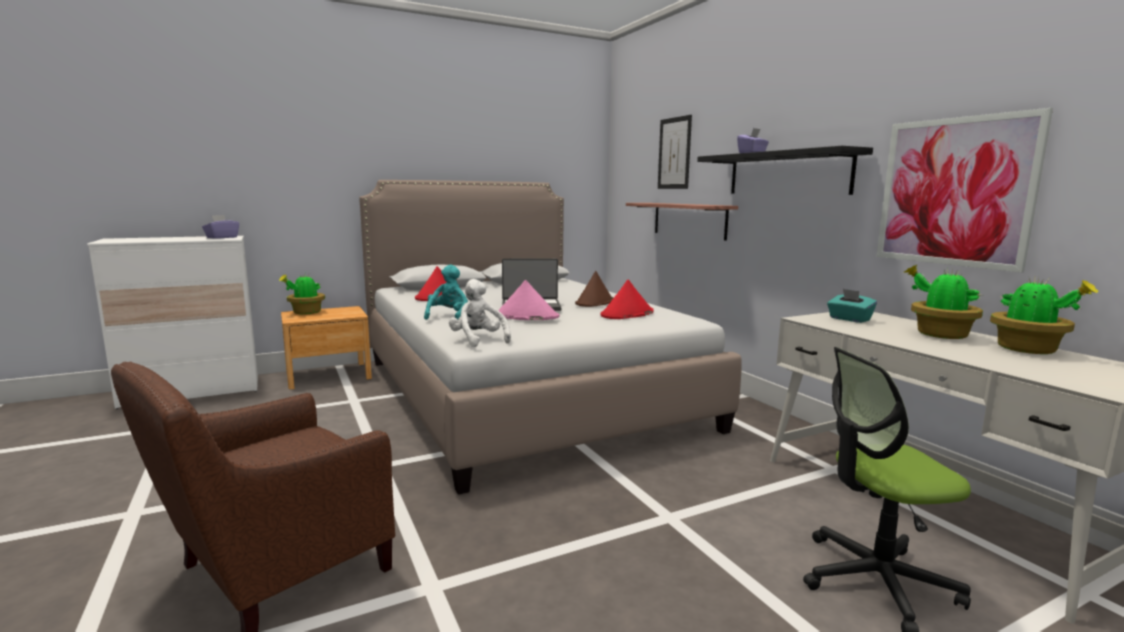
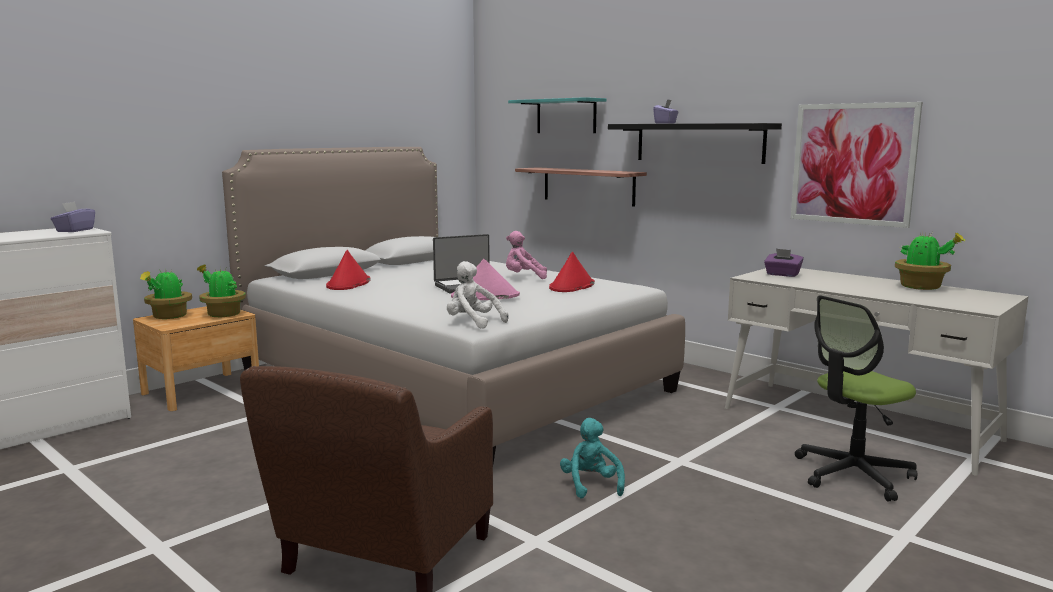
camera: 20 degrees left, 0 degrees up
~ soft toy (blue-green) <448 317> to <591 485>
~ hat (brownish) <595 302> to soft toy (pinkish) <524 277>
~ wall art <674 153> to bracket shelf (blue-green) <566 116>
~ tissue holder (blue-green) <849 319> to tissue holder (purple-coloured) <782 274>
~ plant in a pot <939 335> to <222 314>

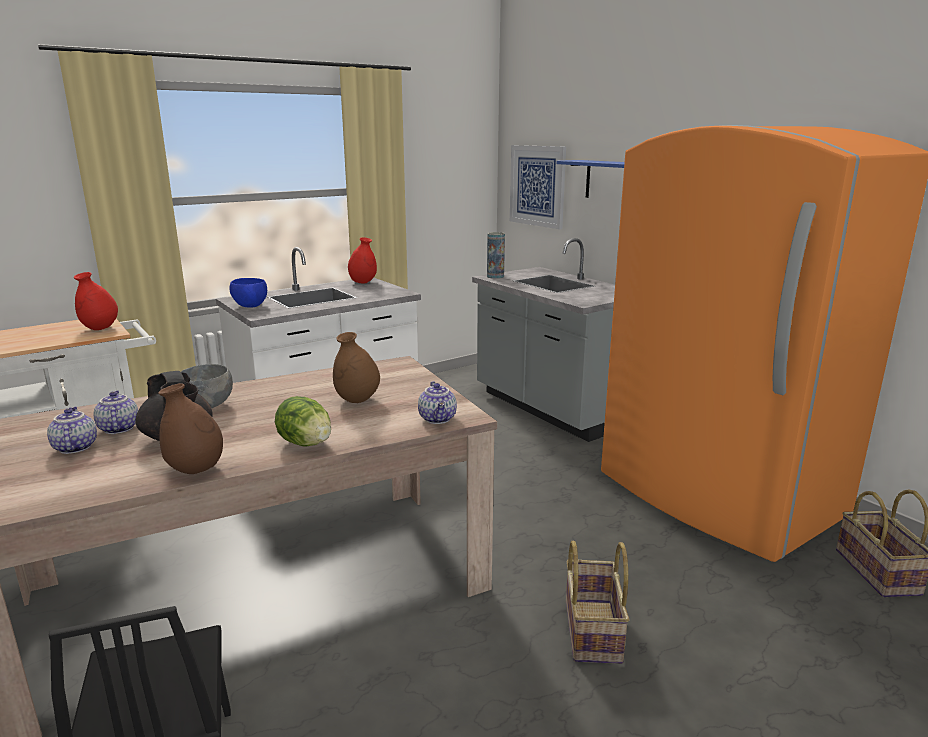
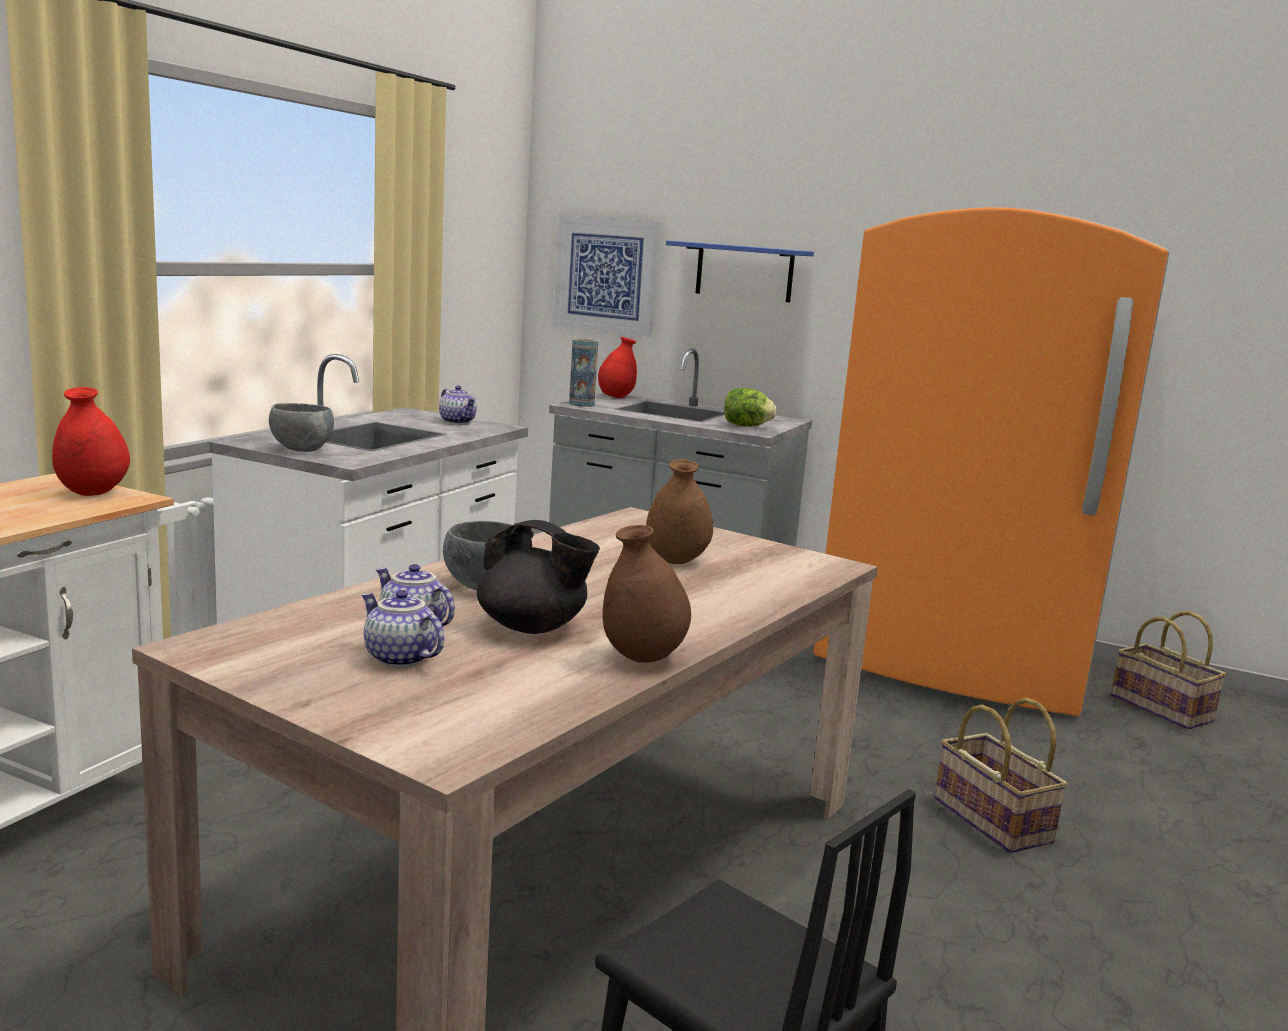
camera: 30 degrees left, 5 degrees down
~ bowl (blue) <250 306> to bowl (greyish) <301 450>
~ lettuce <306 443> to <746 426>
~ decorative vase (red) <363 282> to <616 397>
~ pot for tea <438 419> to <458 422>

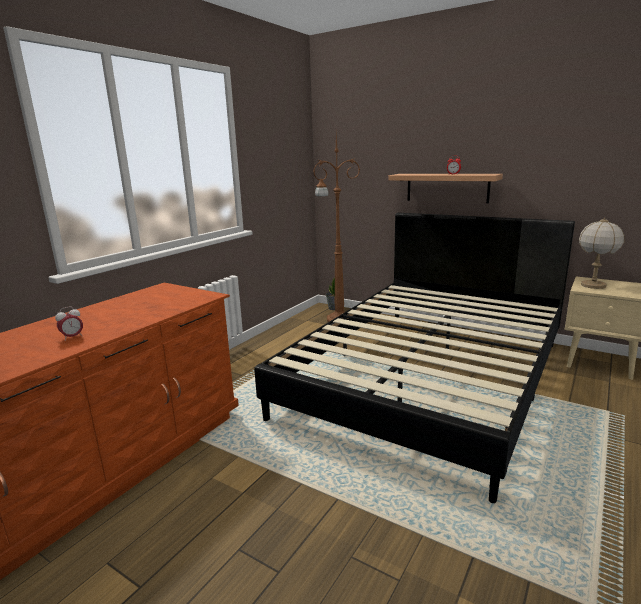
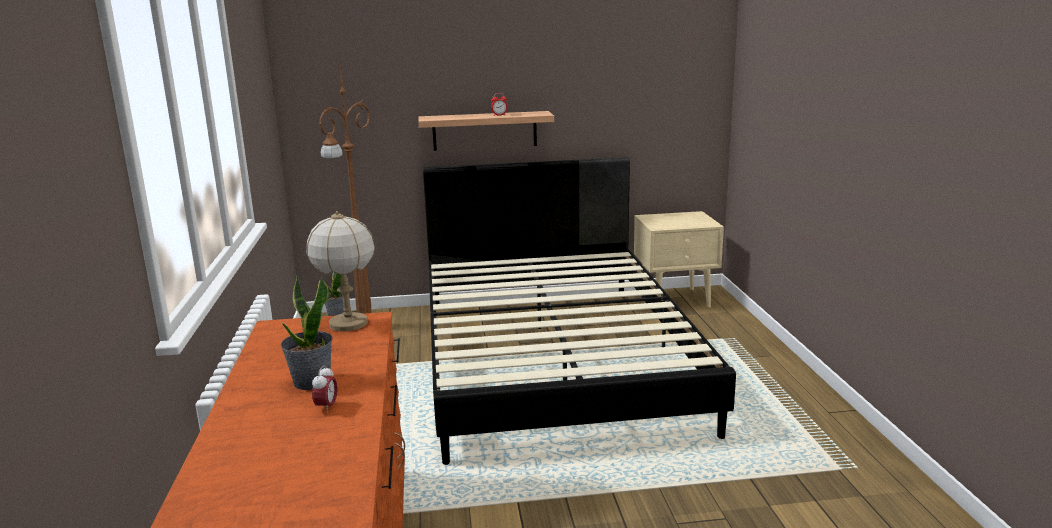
camera: 40 degrees left, 0 degrees up
~ tabletop lamp <593 285> to <348 324>
+ plant in a pot <311 382>

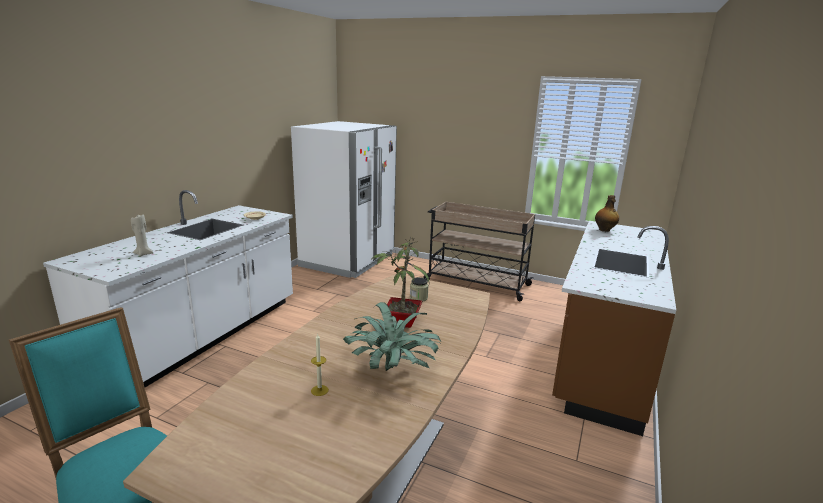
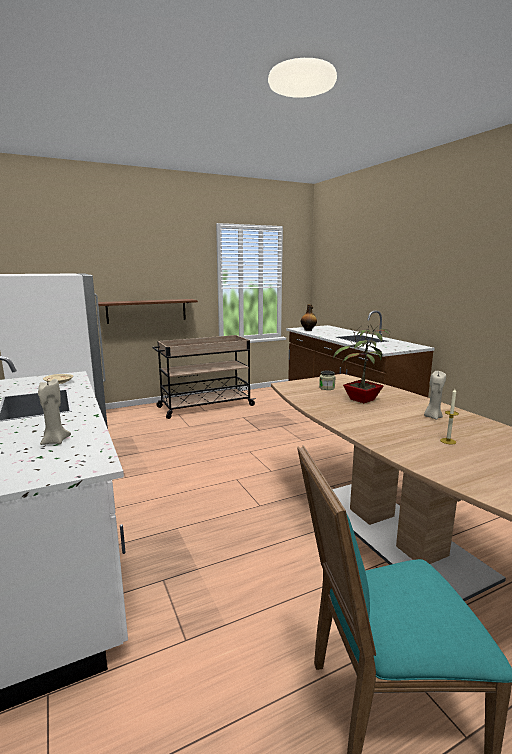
camera: 50 degrees left, 5 degrees down
~ plant in a pot <392 370> to wax candle (beige-coloured) <432 417>
+ bracket shelf (brownish) <147 311>

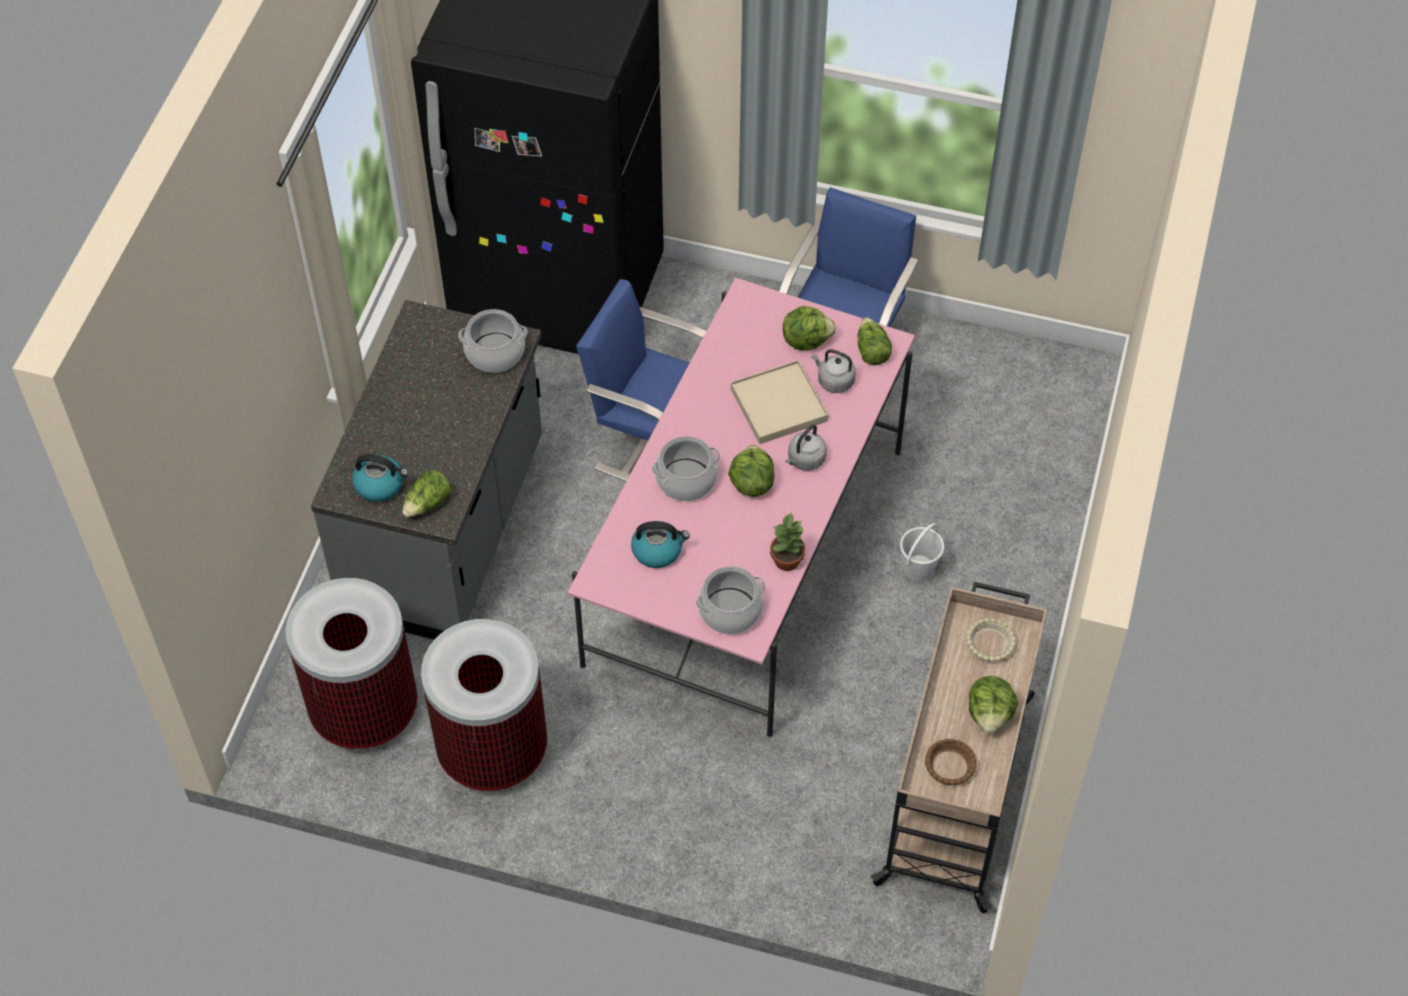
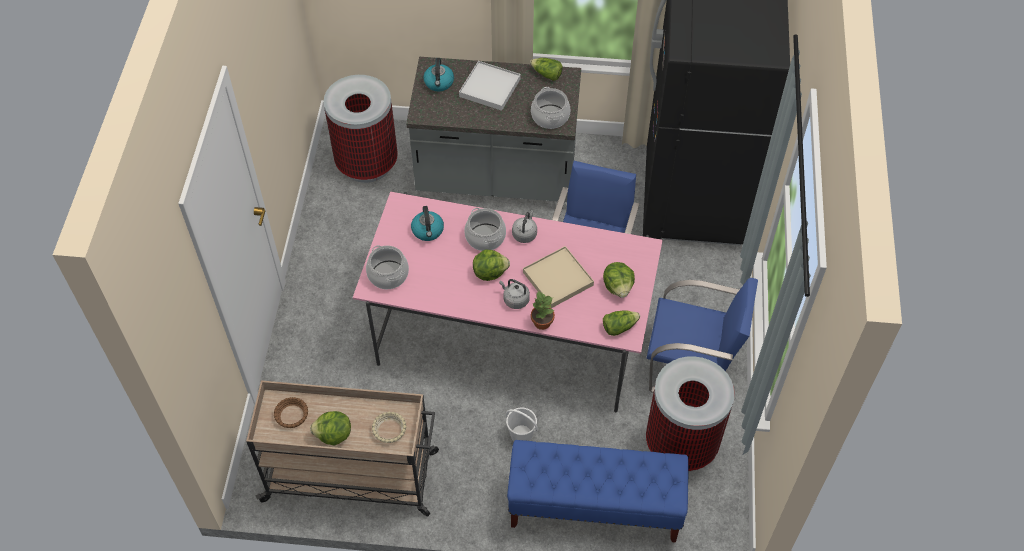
camera: 80 degrees right, 0 degrees up
~ lettuce <428 503> to <546 74>
~ trash can <492 752> to <680 443>
~ plant in a pot <786 561> to <541 322>
~ kettle (greyish) <833 381> to <525 234>
+ carrying tray (white-coloured) <489 88>
+ indoor bench (blue) <594 507>

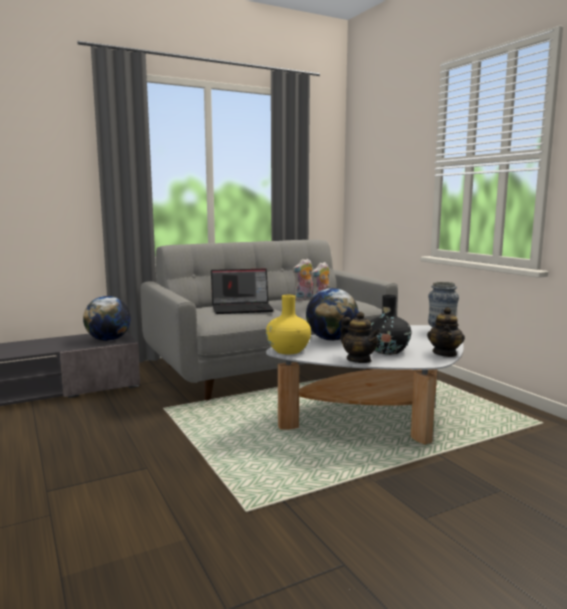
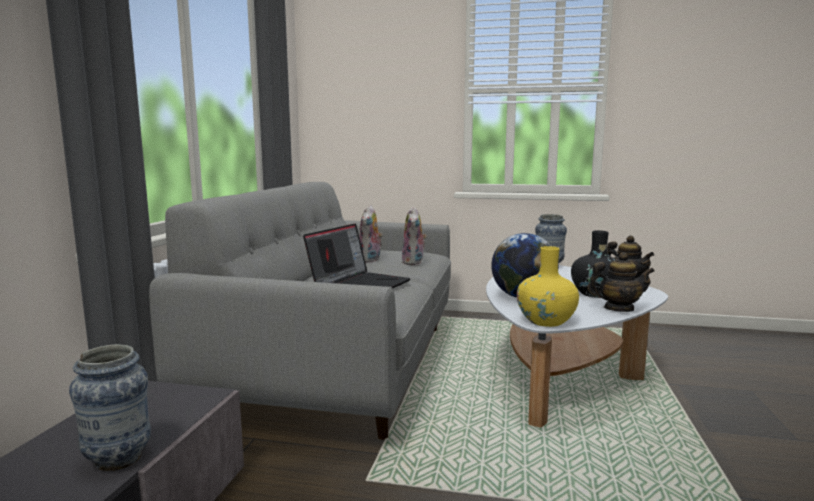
camera: 50 degrees left, 0 degrees up
- world globe <108 340>
+ decorative vase <118 459>

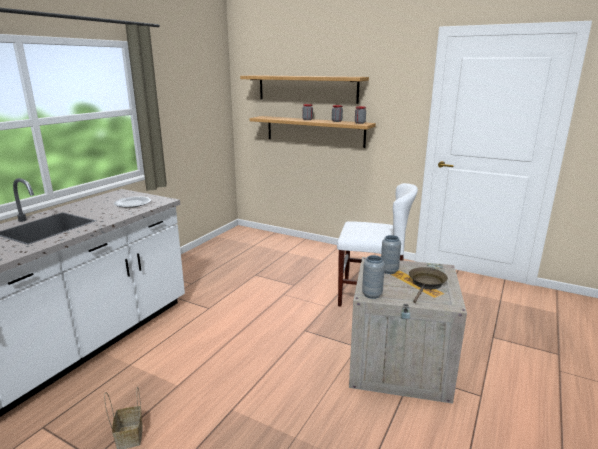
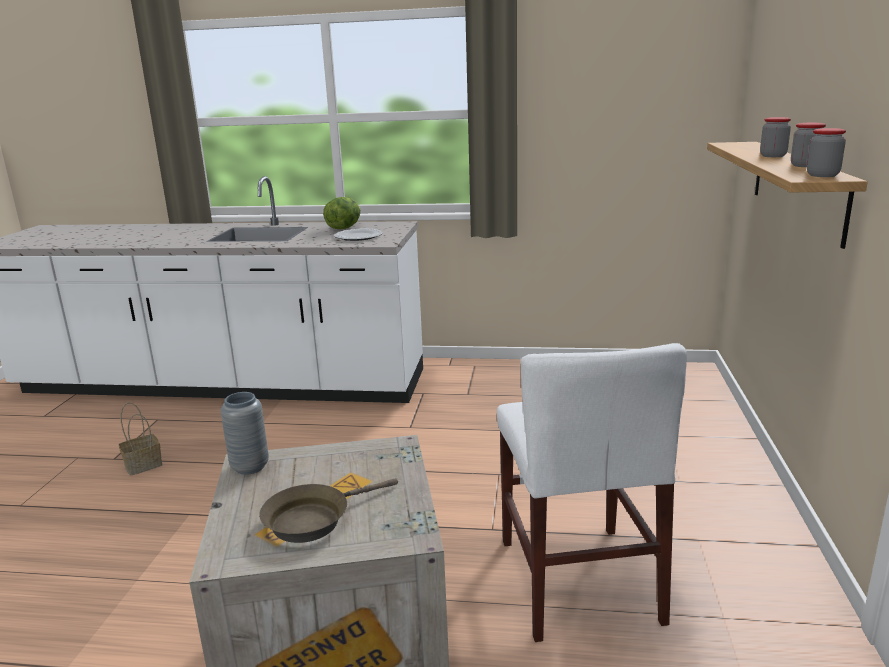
camera: 70 degrees right, 0 degrees up
- bracket shelf <307 88>
- decorative vase (greyish) <389 271>
~ pan (brownish) <426 284> = <313 519> 135 degrees clockwise
+ lettuce <344 228>

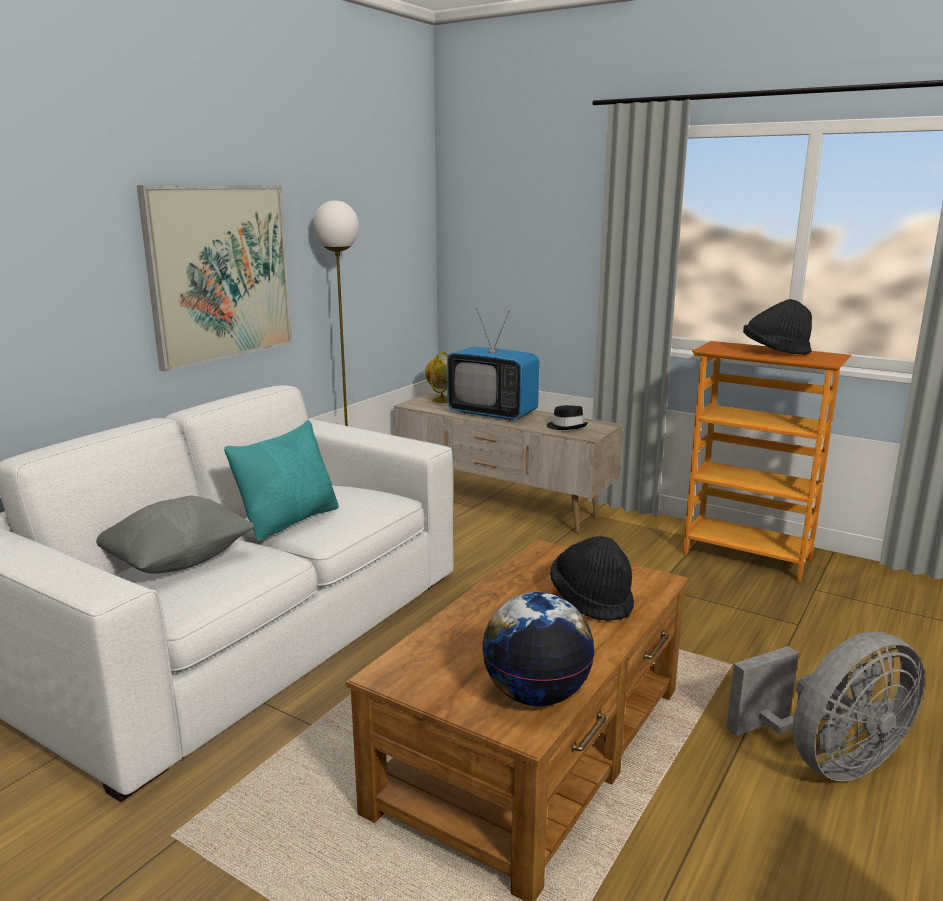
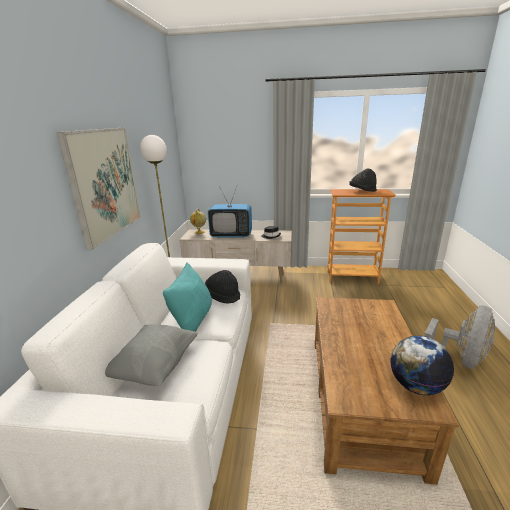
camera: 25 degrees left, 5 degrees up
~ hat (black-coloured) <592 600> to <222 296>

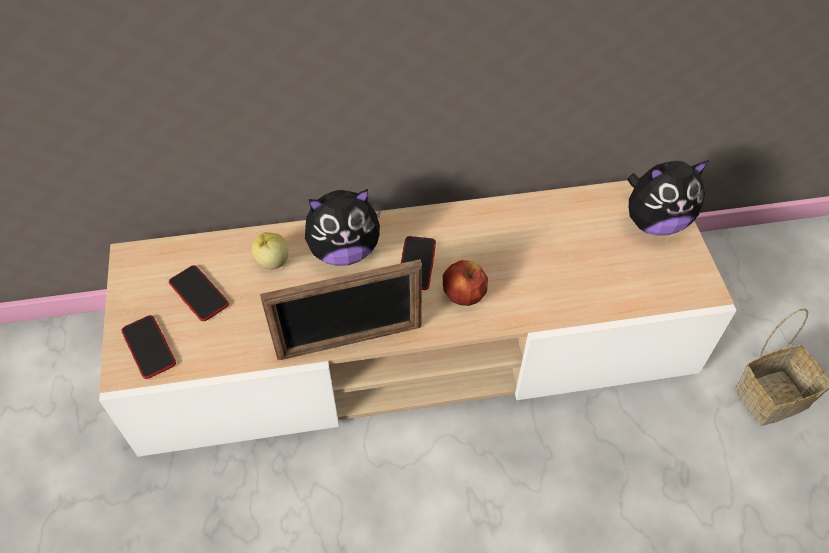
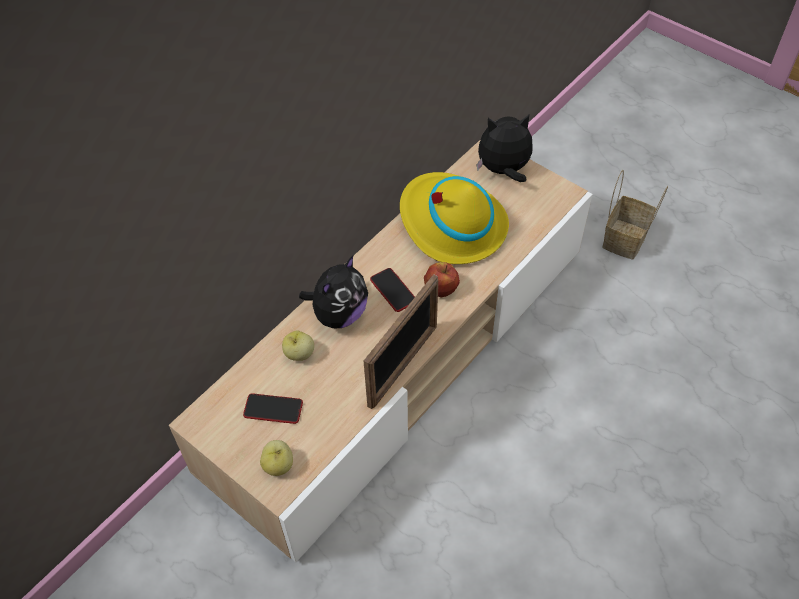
camera: 40 degrees left, 0 degrees up
~ handset <149 347> to apple fruit <279 465>
~ soft toy <654 222> = <503 170> 135 degrees counterclockwise
+ hat (yellowish) <451 224>

